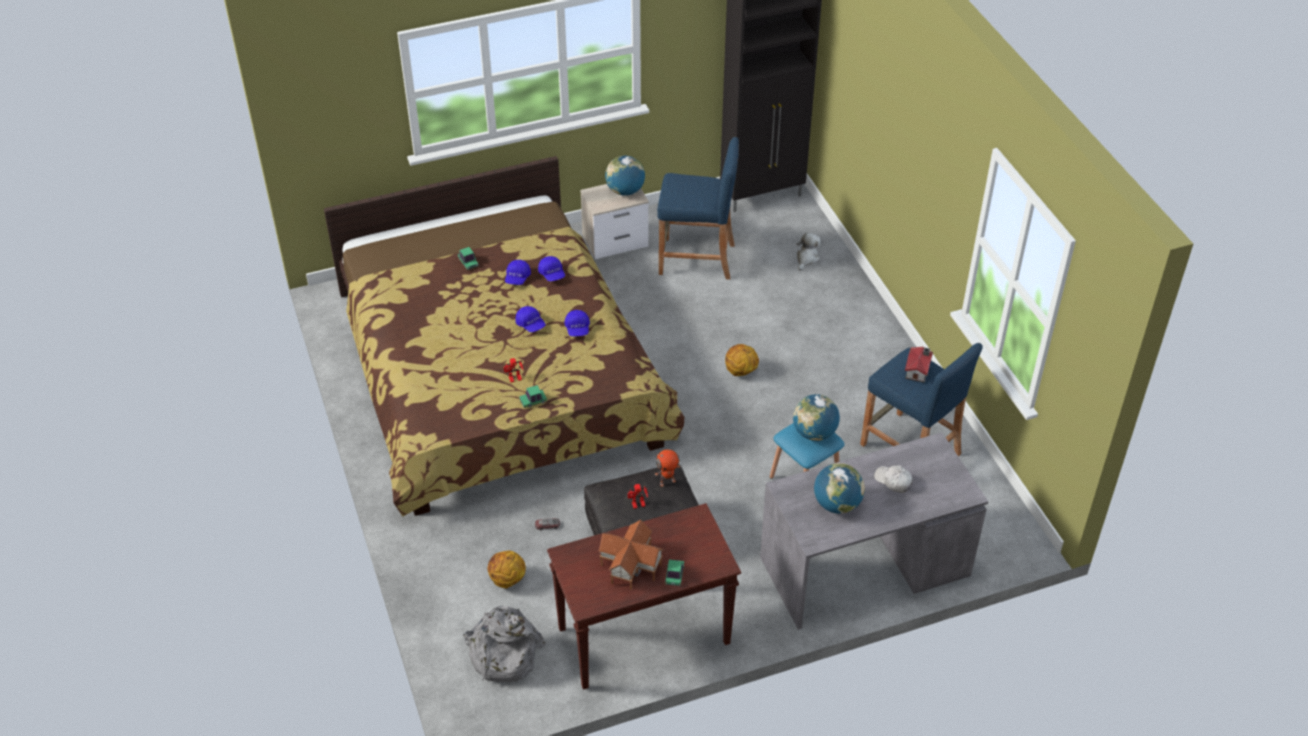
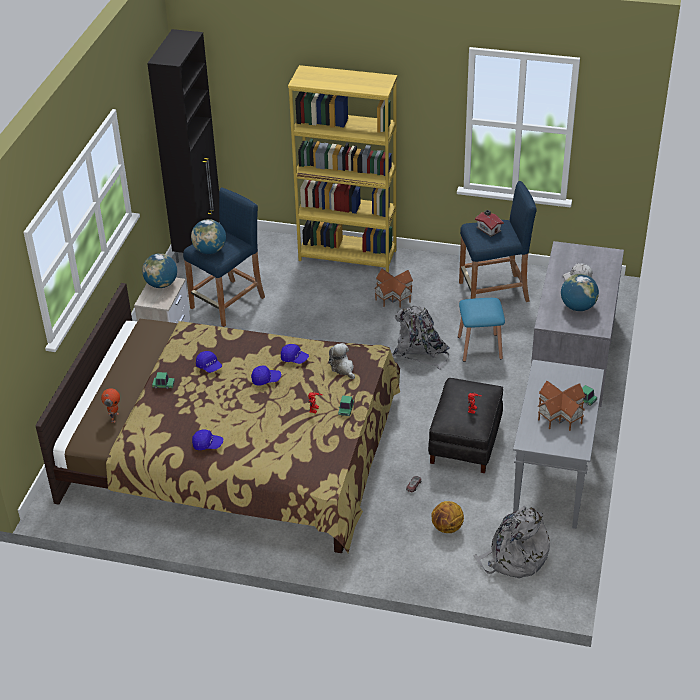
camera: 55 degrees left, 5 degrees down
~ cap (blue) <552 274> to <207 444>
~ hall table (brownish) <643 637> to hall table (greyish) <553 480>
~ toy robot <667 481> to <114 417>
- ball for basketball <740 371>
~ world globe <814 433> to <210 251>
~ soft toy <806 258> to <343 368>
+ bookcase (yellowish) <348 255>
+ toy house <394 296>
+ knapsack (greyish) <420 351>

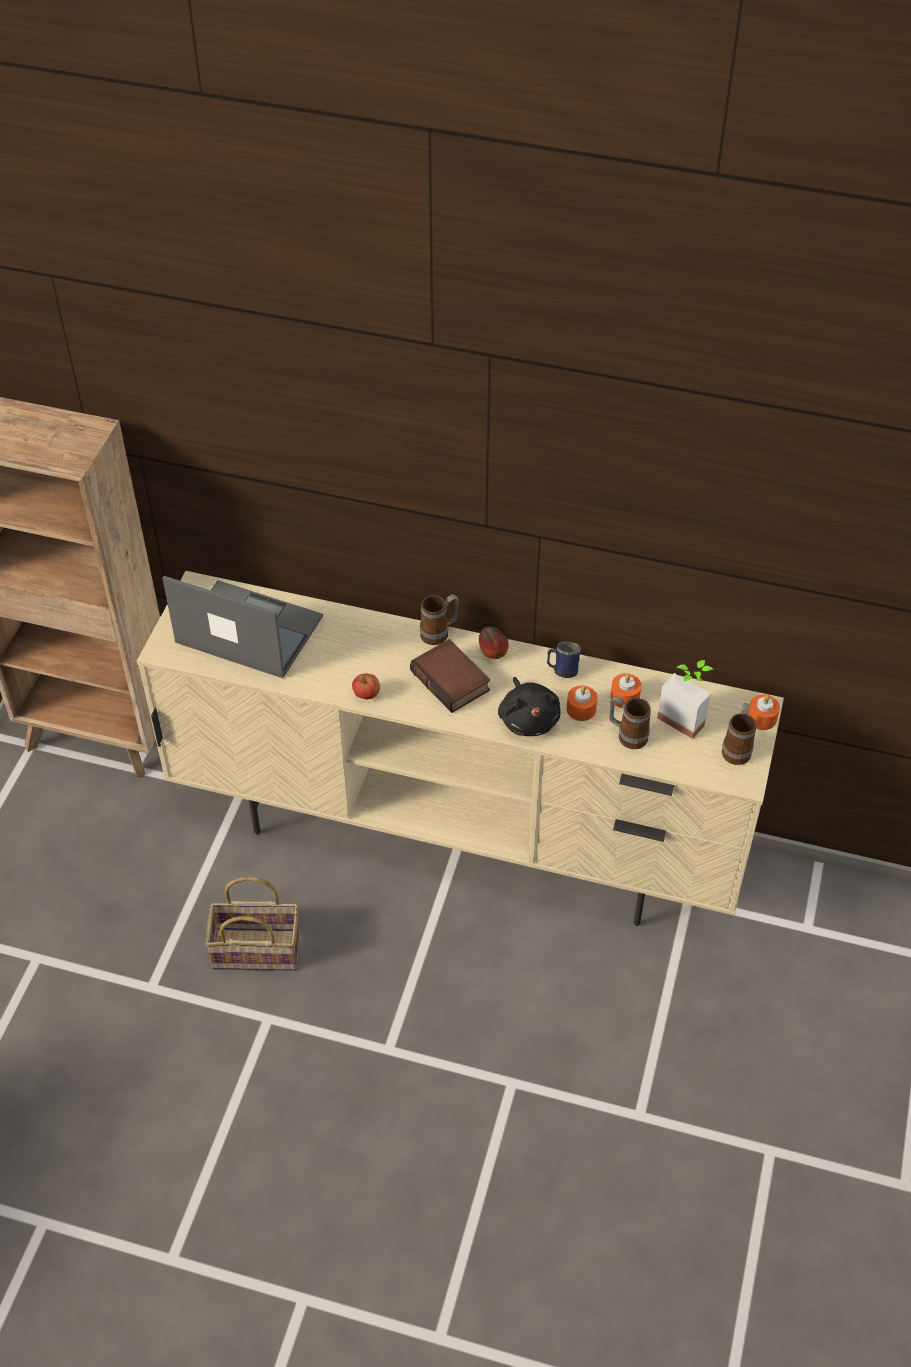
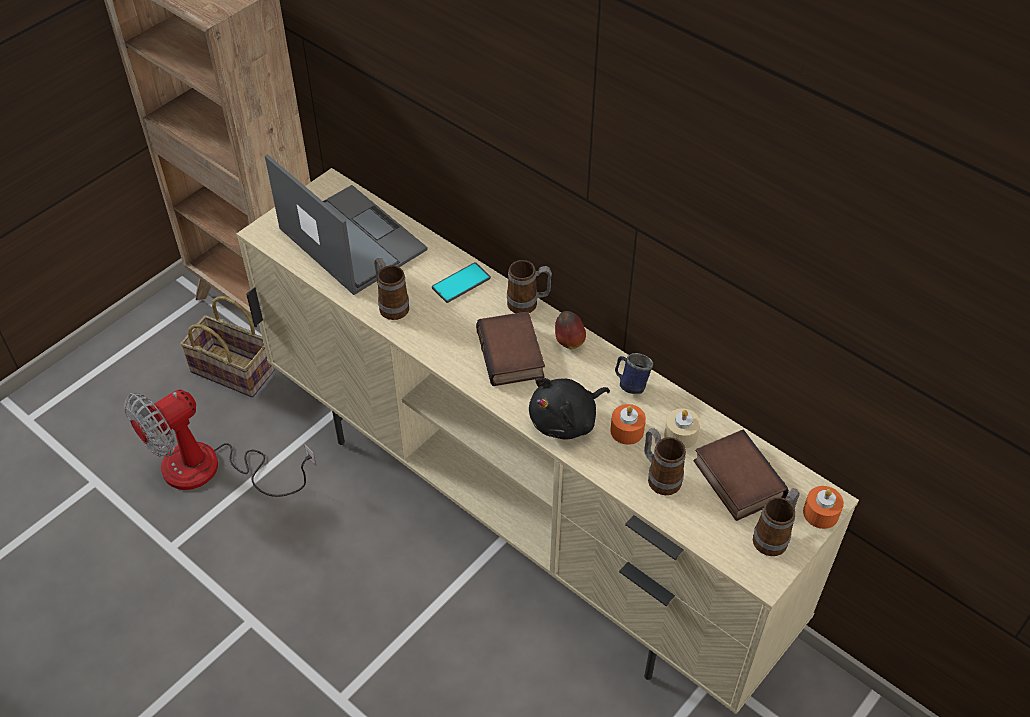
camera: 25 degrees right, 0 degrees up
~ household basket <259 949> to <235 370>
- apple fruit <366 695>
~ soft toy (black-coloured) <528 719> = <566 421> 45 degrees clockwise
~ wax candle (orange-coloured) <625 697> to wax candle (beige-coloured) <681 435>
~ plant in a pot <685 716> to bound book <735 480>
+ fan <211 470>
+ mug <391 305>
+ handset <461 283>

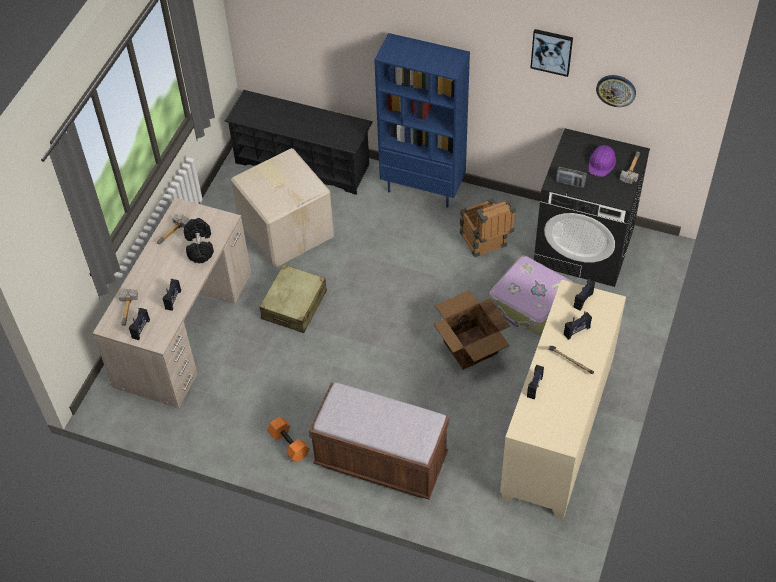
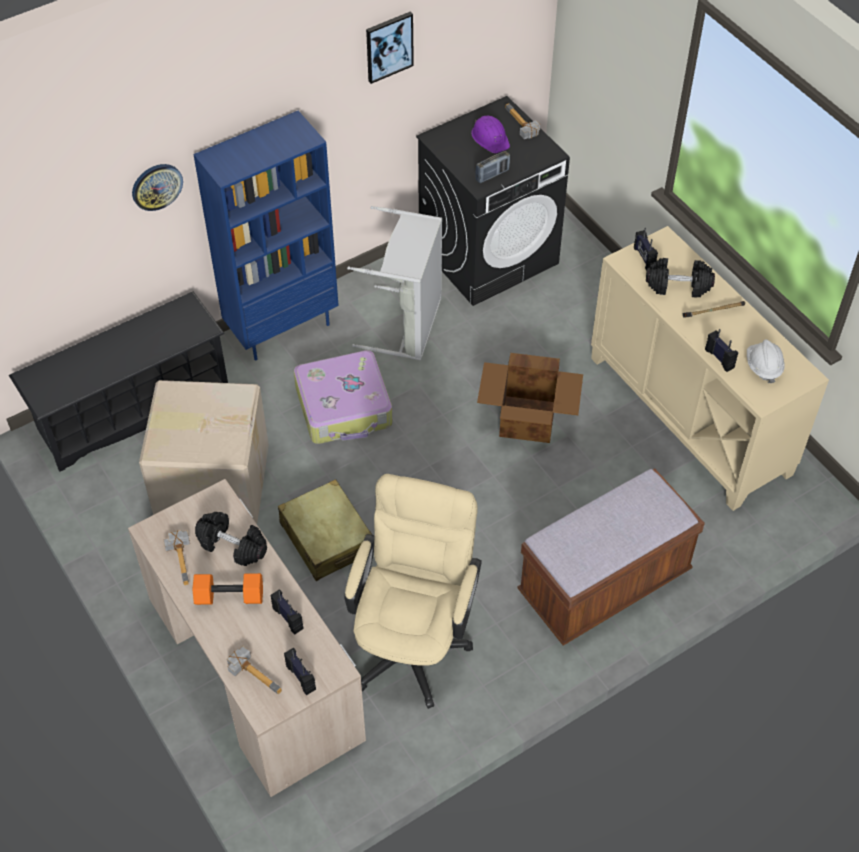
camera: 55 degrees left, 0 degrees up
~ free weight (orange-coloured) <288 444> to <229 597>
~ shipping crate <485 244> to laundry basket (greyish) <408 325>
~ travel case <530 302> to <344 407>
~ radio <577 331> to free weight (black-coloured) <678 286>
~ wall clock <616 90> to <156 186>
+ computer chair (beige-coloured) <413 640>
+ safety helmet (white-coloured) <763 367>

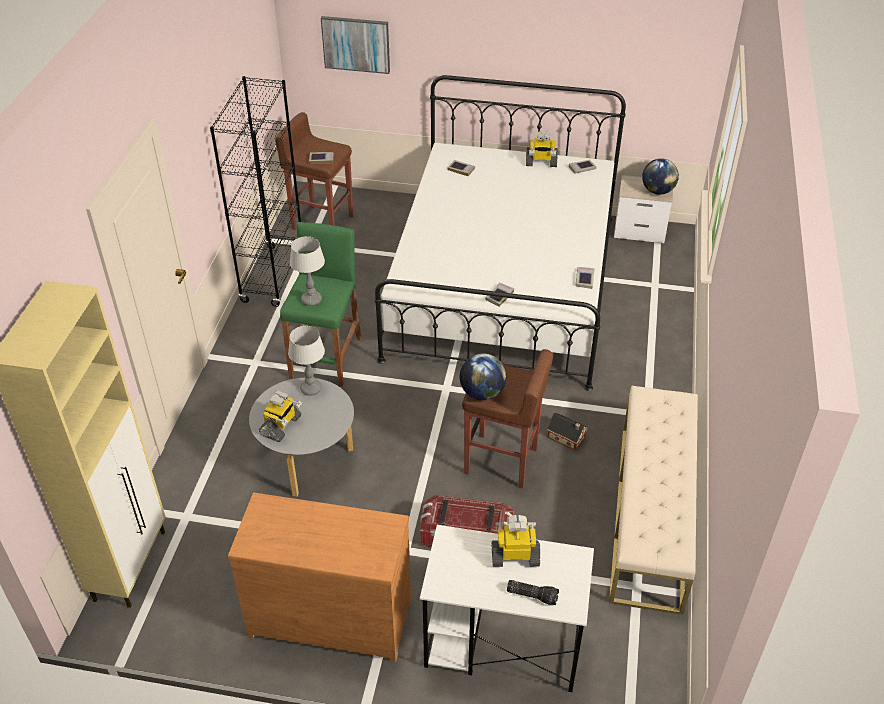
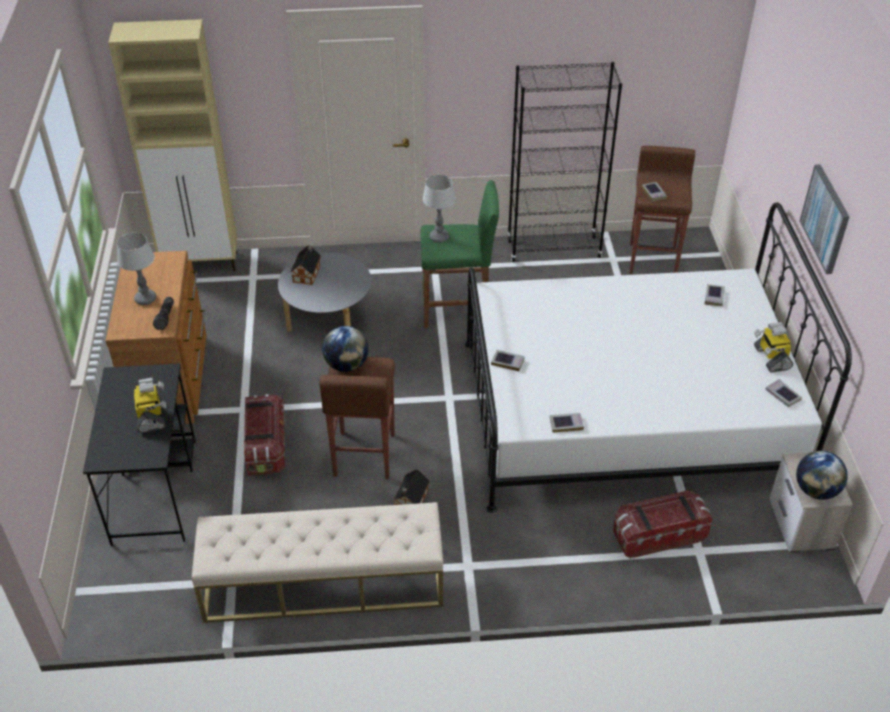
camera: 75 degrees right, 0 degrees up
~ toy robot <281 426> to toy house <307 273>
~ tabletop lamp <311 389> to <145 299>
~ wall art <356 44> to <826 218>
~ desk (white-coloured) <501 644> to desk (black-coloured) <155 490>
~ hand torch <533 595> to <166 317>
+ storage container <658 535>

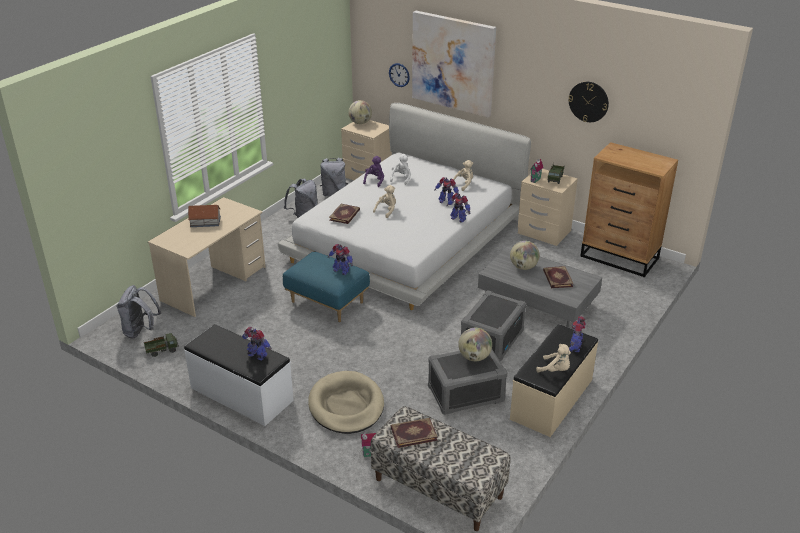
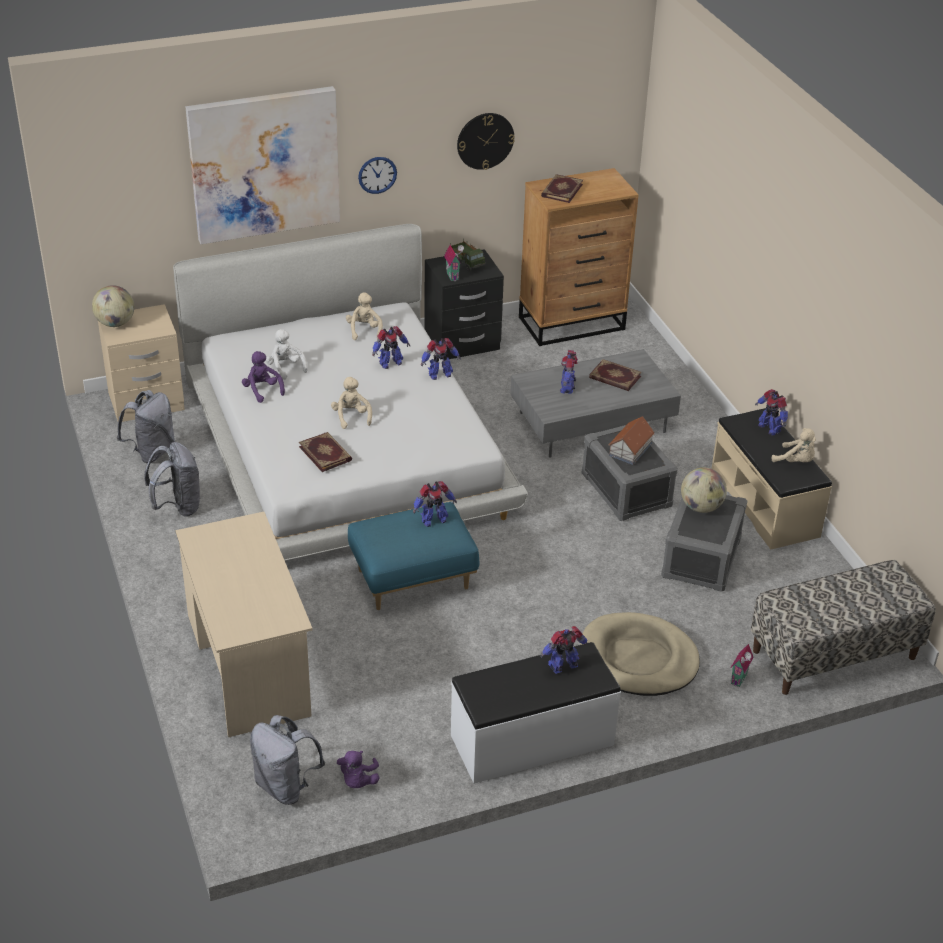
camera: 55 degrees left, 5 degrees up
~ model truck <162 350> to soft toy (purple-coloured) <358 781>
~ toy house <205 222> to <631 449>
~ wall clock <399 75> to <377 175>
~ bound book <413 433> to <561 190>
~ world globe <523 267> to toy robot <567 387>
~ nightstand (beige-coloured) <543 232> to nightstand (black-coloured) <462 343>
~ soft toy (beige-coloured) <555 370> = <796 461> 60 degrees clockwise

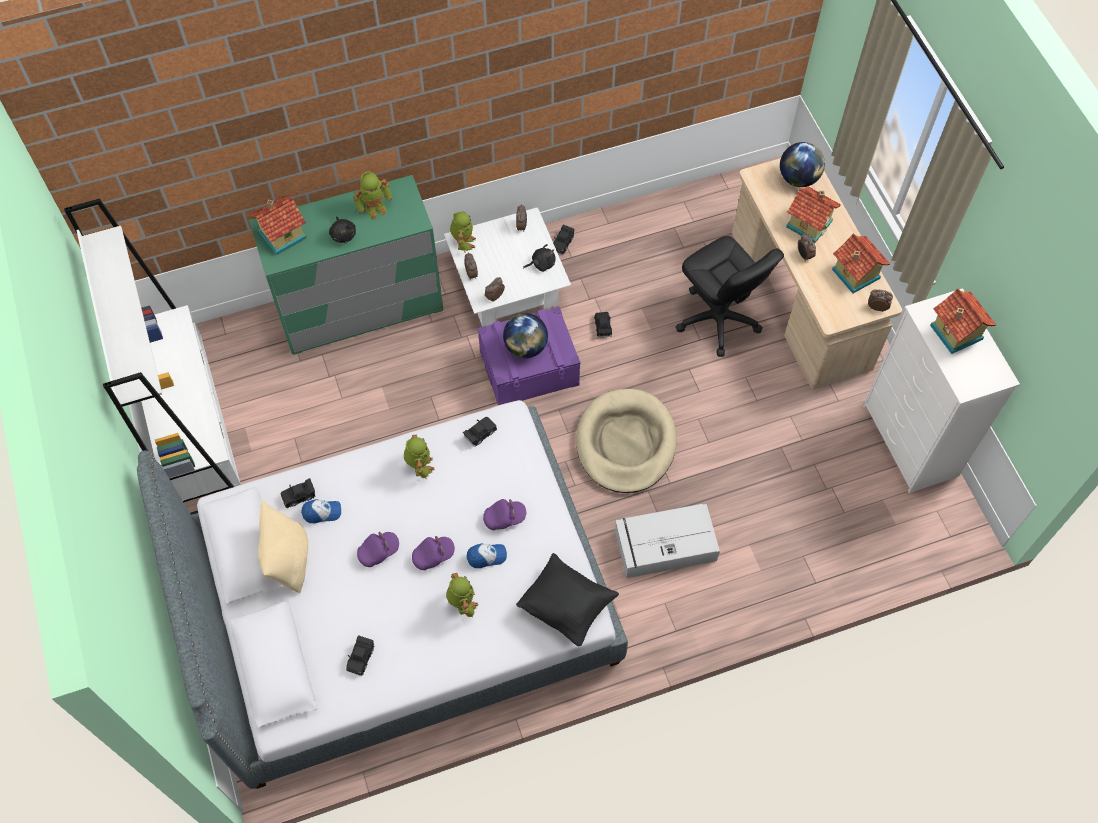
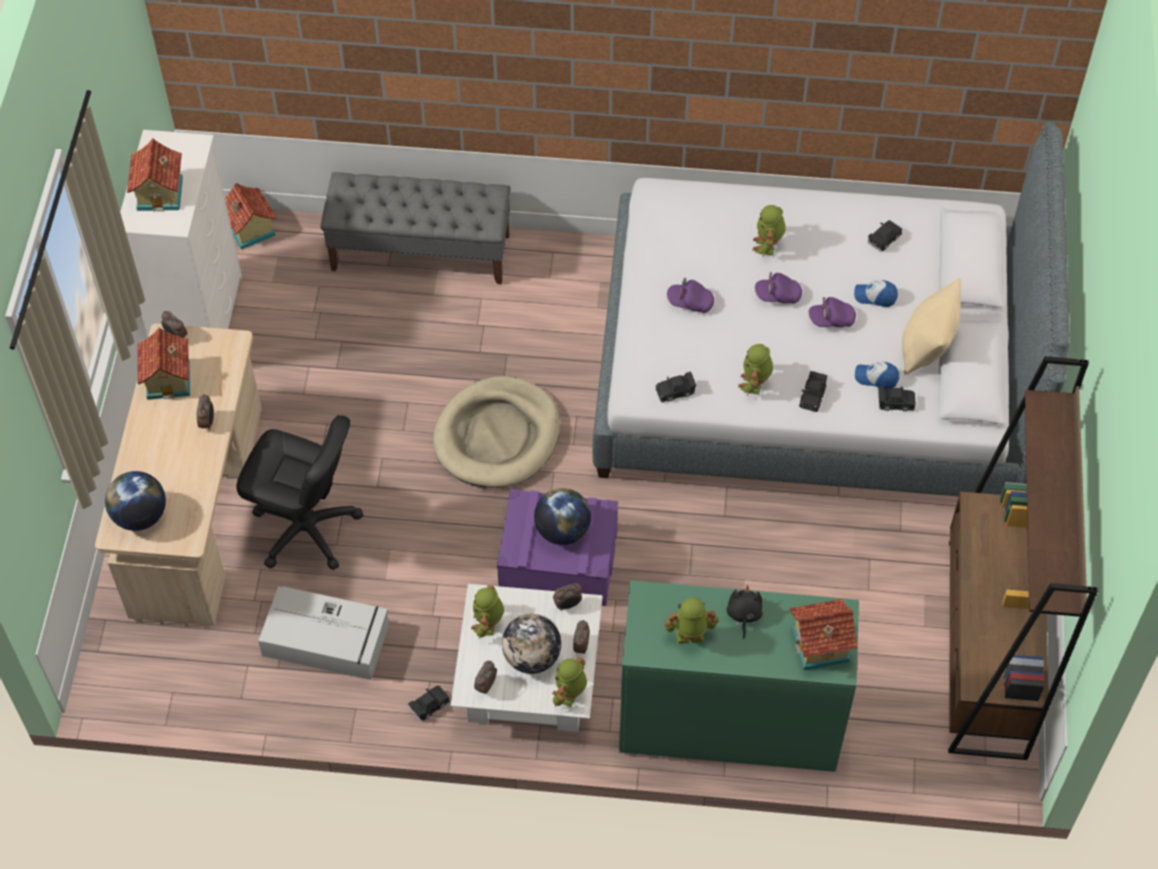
camera: 155 degrees left, 5 degrees down
~ bookcase (white-coloured) <194 429> to bookcase (brownish) <986 648>
~ cap <486 556> to <875 296>
- cushion (black-coloured) <566 606>
~ soft toy (black-coloured) <541 264> to toy robot <488 624>
~ model car (black-coloured) <603 327> to <812 396>
~ storage container (greyish) <663 546> to <328 641>
~ computer chair (black-coloured) <717 319> = <306 529> 120 degrees clockwise
~ toy house <809 223> to <249 230>
+ indoor bench (greyish) <421 252>
+ world globe <532 657>

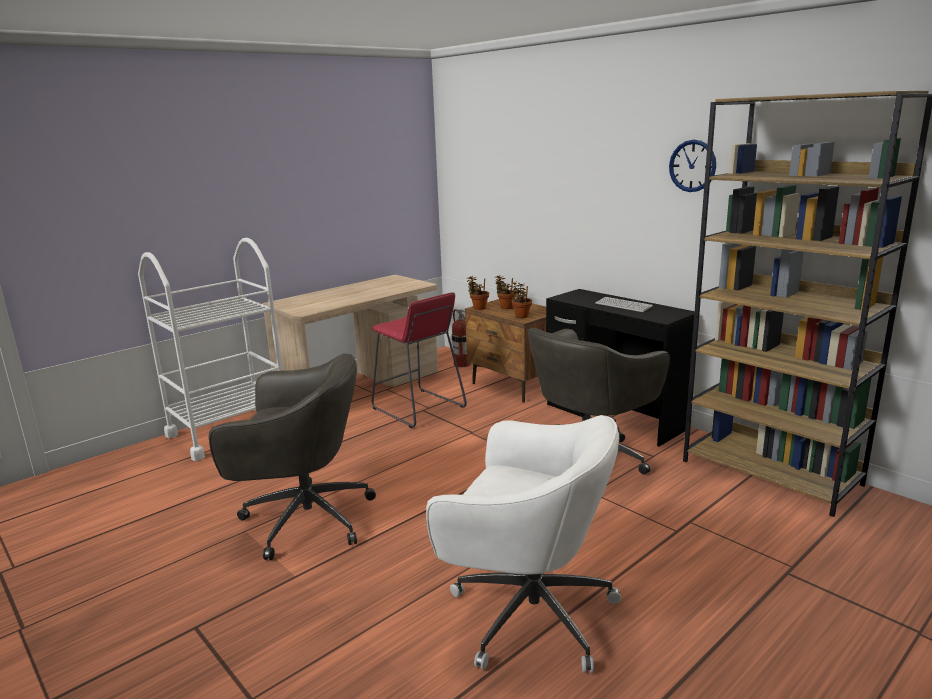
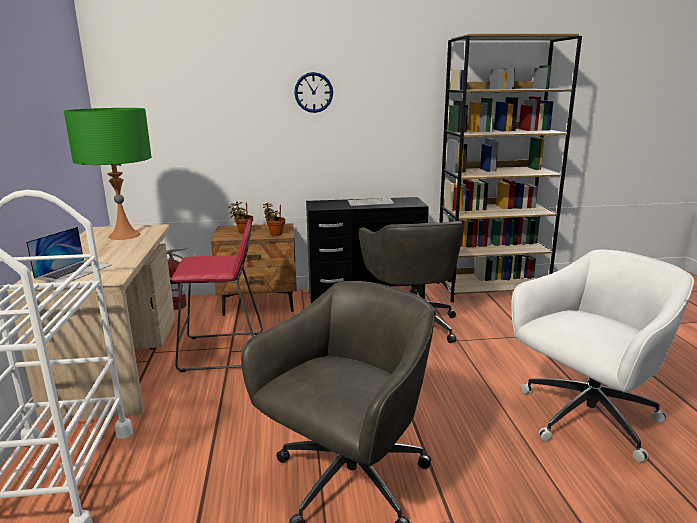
camera: 55 degrees left, 0 degrees up
- plant in a pot <478 308>
~ wall clock <692 166> to <313 92>
+ notebook computer <74 271>
+ tabletop lamp (green) <124 235>

